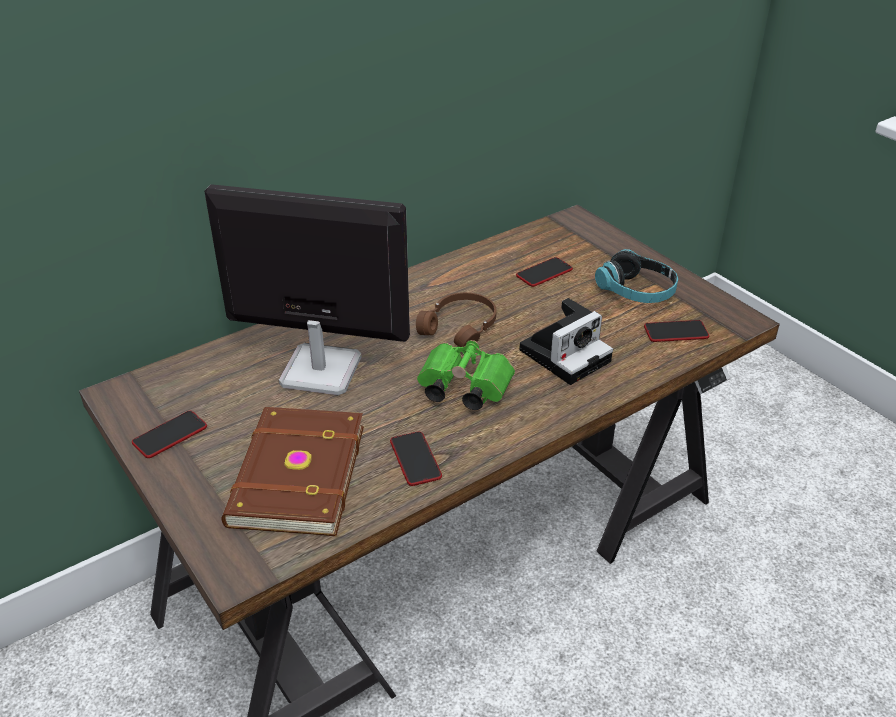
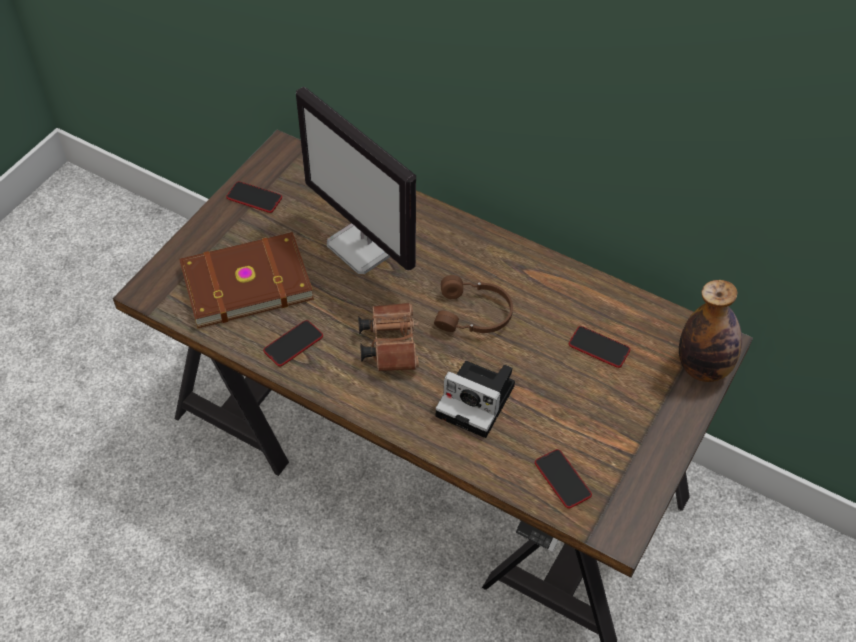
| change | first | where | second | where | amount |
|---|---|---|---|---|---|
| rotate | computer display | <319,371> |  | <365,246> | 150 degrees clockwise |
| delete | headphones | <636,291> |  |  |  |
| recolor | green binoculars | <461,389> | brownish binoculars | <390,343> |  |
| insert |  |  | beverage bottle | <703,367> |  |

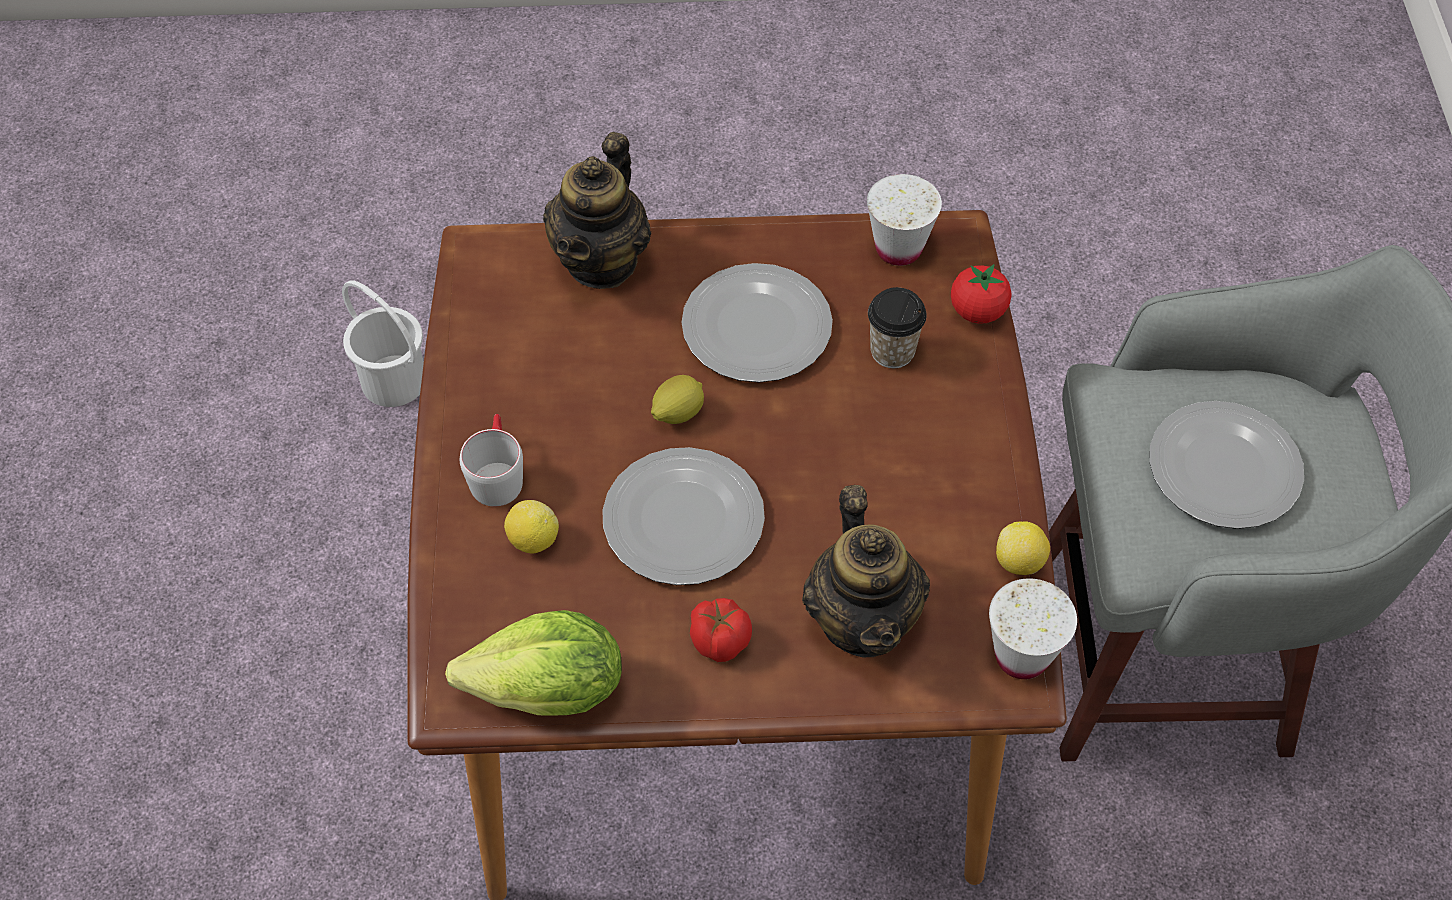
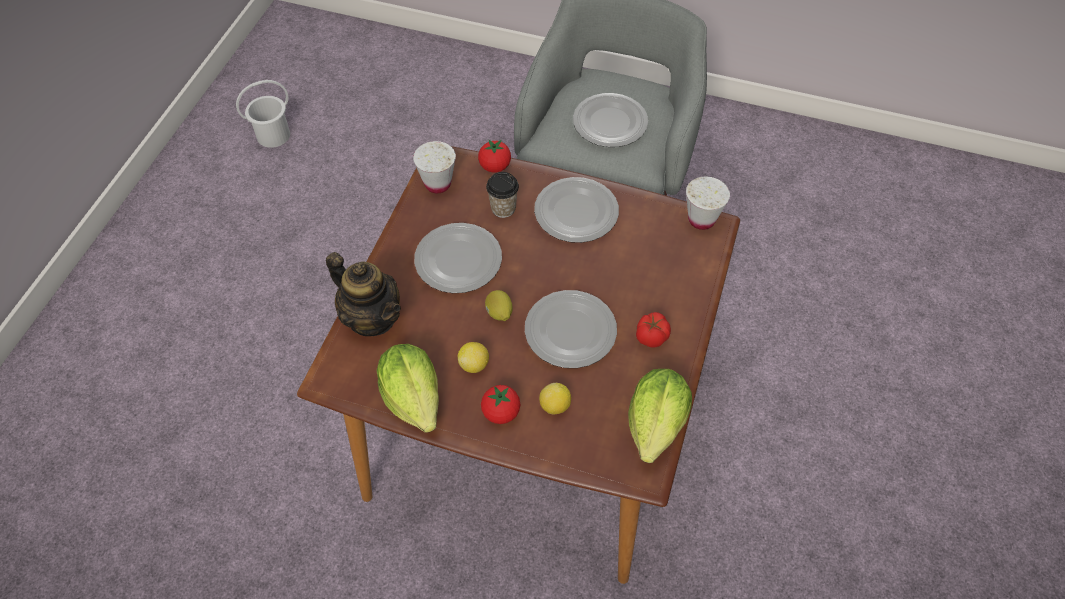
| change | first | where | second | where | amount |
|---|---|---|---|---|---|
| move | white bucket | <394,379> |  | <273,135> |  |
| replace | greyish tea mug | <497,473> | fresh tomato | <501,412> |  |
| delete | teapot | <863,620> |  |  |  |
| move | whole lemon | <1019,562> |  | <474,364> |  |
| insert |  |  | plate | <576,211> |  |
| insert |  |  | lettuce head | <413,398> |  |

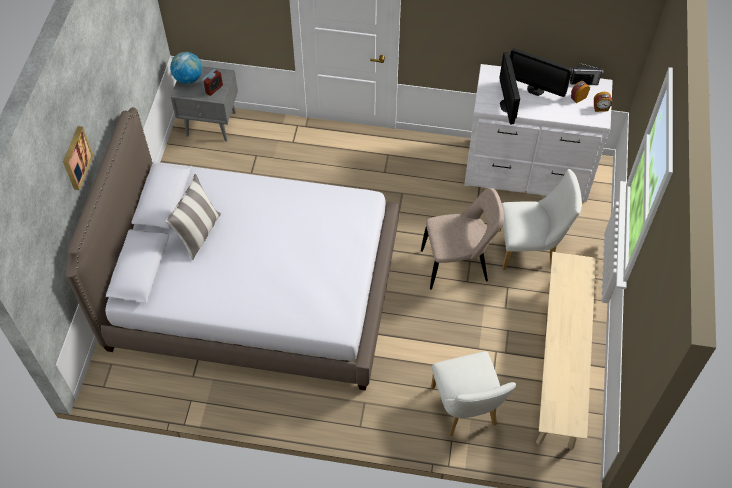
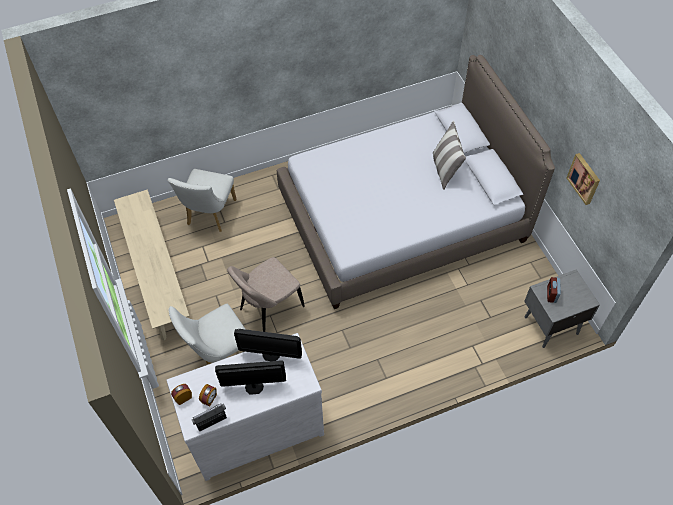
| change | first | where | second | where | amount |
|---|---|---|---|---|---|
| delete | desk globe | <188,78> |  |  |  |
| rotate | computer display | <507,105> |  | <271,354> | 135 degrees clockwise |
| move | wall picture | <75,158> |  | <584,178> |  |
| rotate | white chair | <466,410> |  | <209,215> | 120 degrees counterclockwise |

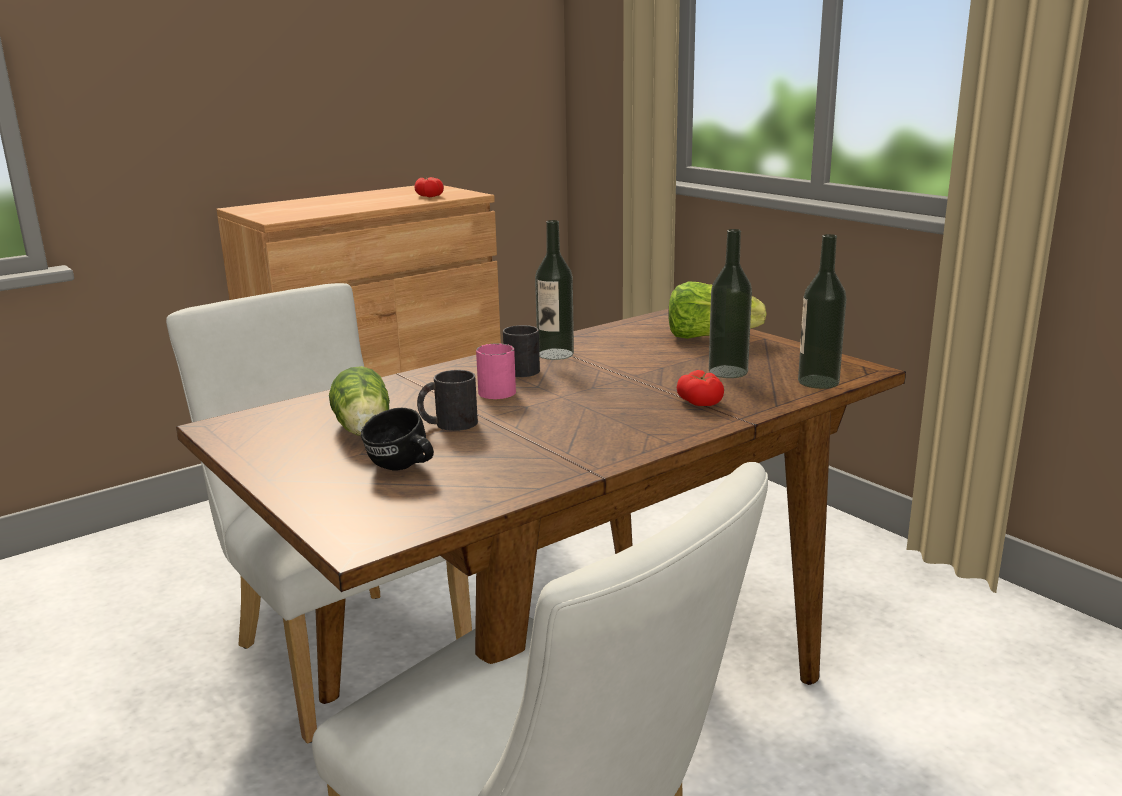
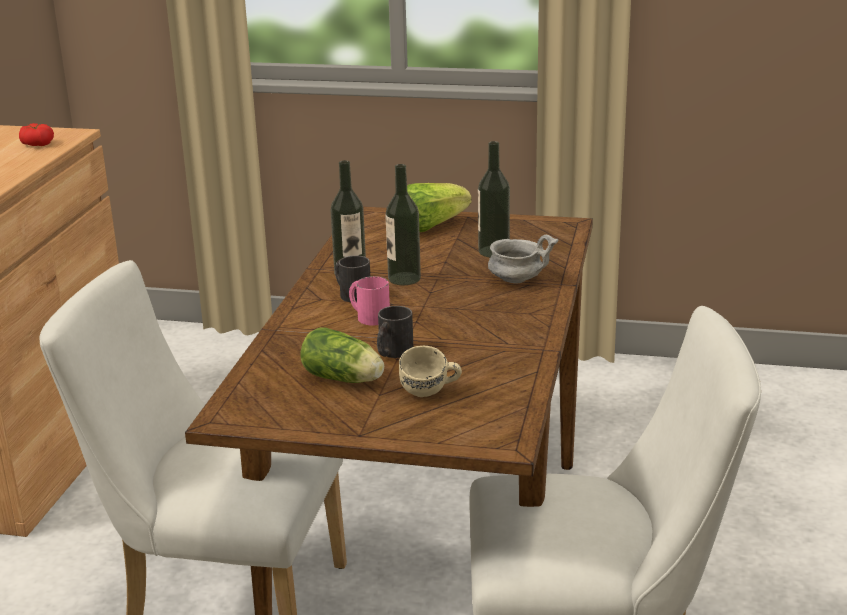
| change | first | where | second | where | amount |
|---|---|---|---|---|---|
| move | beverage bottle | <818,382> |  | <404,278> |  |
| replace | fresh tomato | <700,401> | greyish deep dish | <518,280> |  |
| recolor | blackish tea mug | <401,468> | beige tea mug | <430,393> |  |

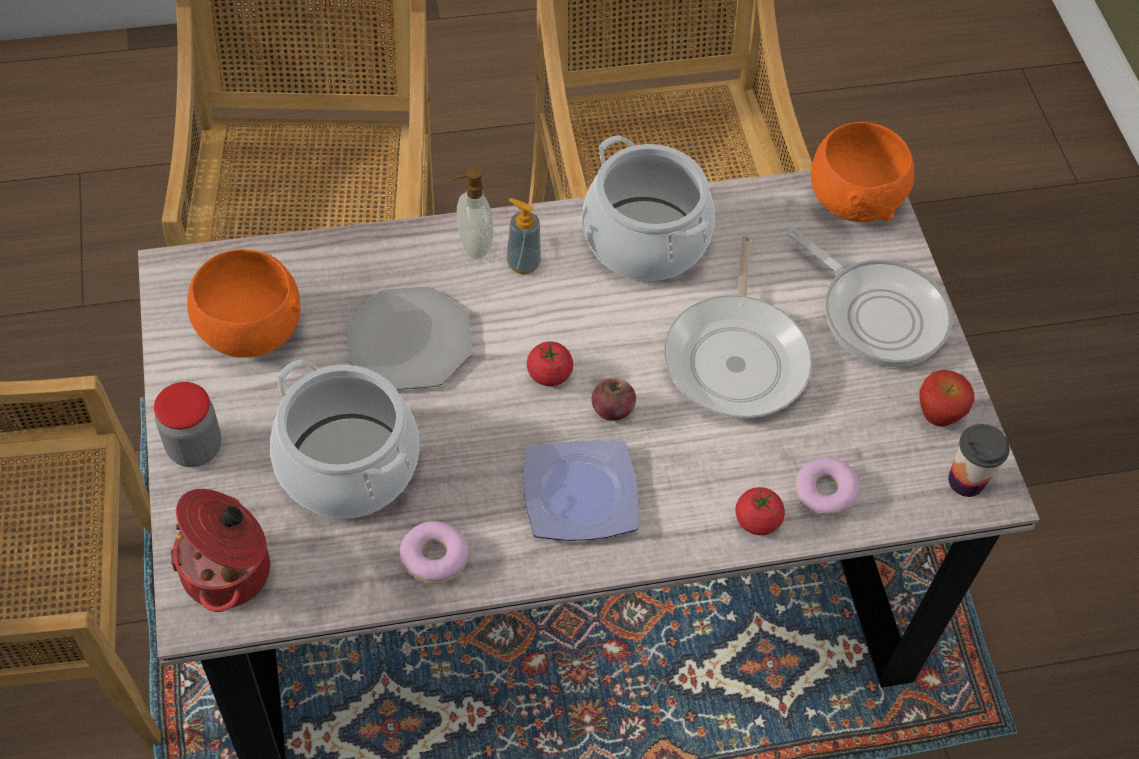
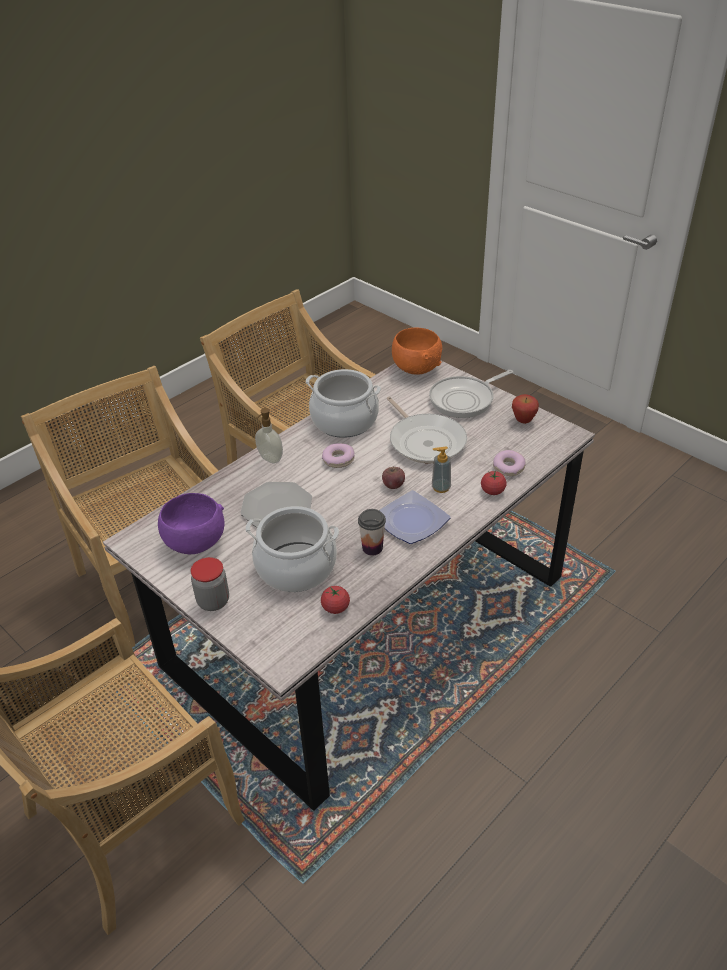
| change | first | where | second | where | amount |
|---|---|---|---|---|---|
| move | soap dispenser | <523,263> |  | <441,487> |  |
| rotate | pan | <877,313> |  | <465,400> | 135 degrees clockwise |
| recolor | orange deep dish | <248,331> | purple deep dish | <194,543> |  |
| move | fresh tomato | <549,374> |  | <335,607> |  |
| move | drinking cup | <966,481> |  | <372,548> |  |
| delete | cooking pot | <229,571> |  |  |  |
| move | ring doughnut | <435,557> |  | <338,459> |  |

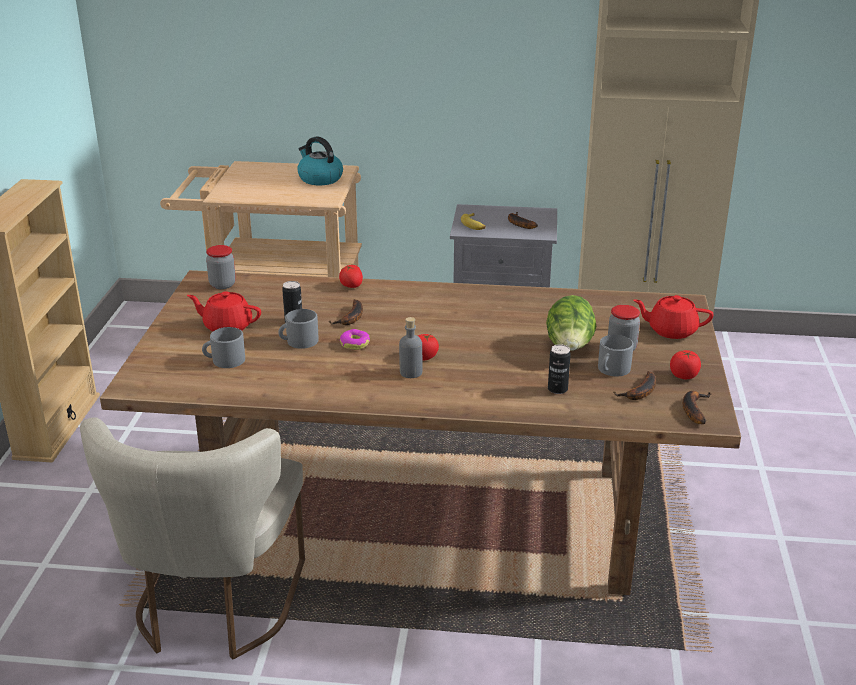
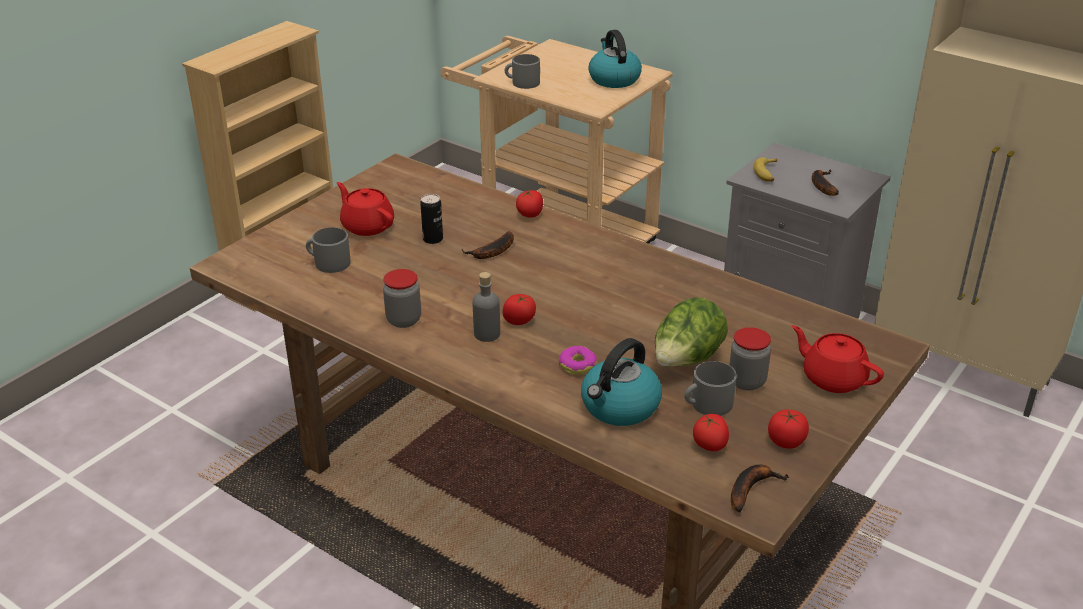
| change | first | where | second | where | amount |
|---|---|---|---|---|---|
| move | storage jar | <222,285> |  | <404,320> |  |
| move | greyish tea mug | <298,341> |  | <522,82> |  |
| move | ring doughnut | <355,344> |  | <577,365> |  |
| replace | can | <557,389> | tea kettle | <620,407> |  |
| replace | whole banana | <640,393> | fresh tomato | <710,445> |  |
| delete | beige chair | <213,609> |  |  |  |

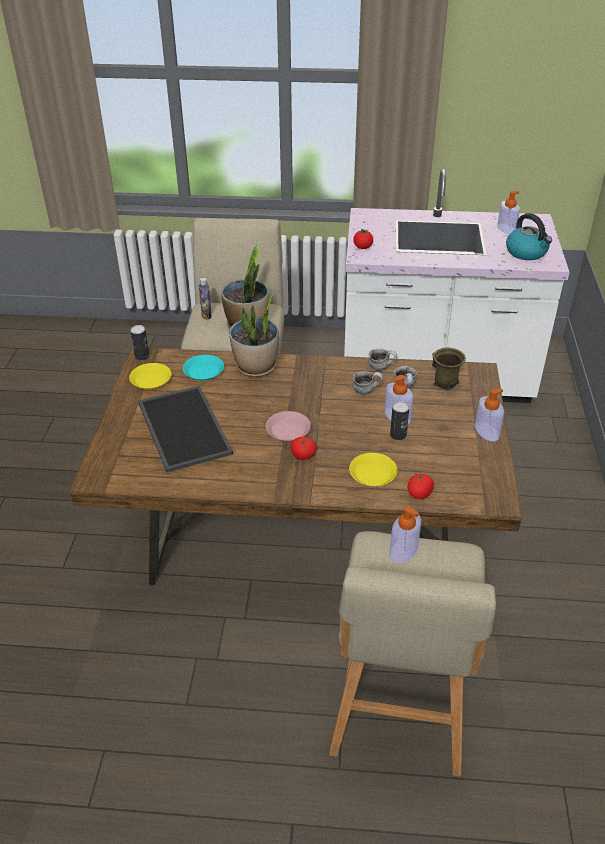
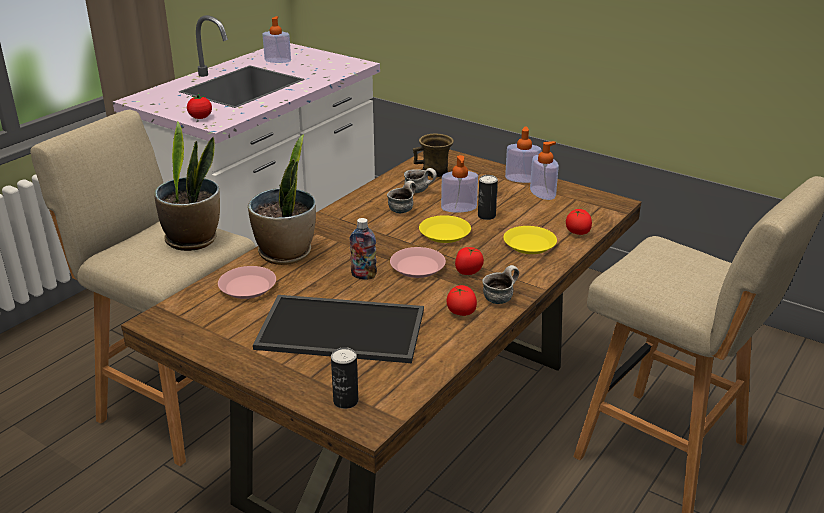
| change | first | where | second | where | amount |
|---|---|---|---|---|---|
| delete | tea kettle | <527,252> |  |  |  |
| move | beverage bottle | <206,315> |  | <363,275> |  |
| move | can | <142,356> |  | <345,401> |  |
| move | tea mug | <382,367> |  | <500,298> |  |
| recolor | turquoise plate | <203,371> | pinkish plate | <247,287> |  |
| move | yellow-coloured plate | <151,379> |  | <444,233> |  |
| move | soap dispenser | <403,550> |  | <542,193> |  |
| insert |  |  | fresh tomato | <461,312> |  |

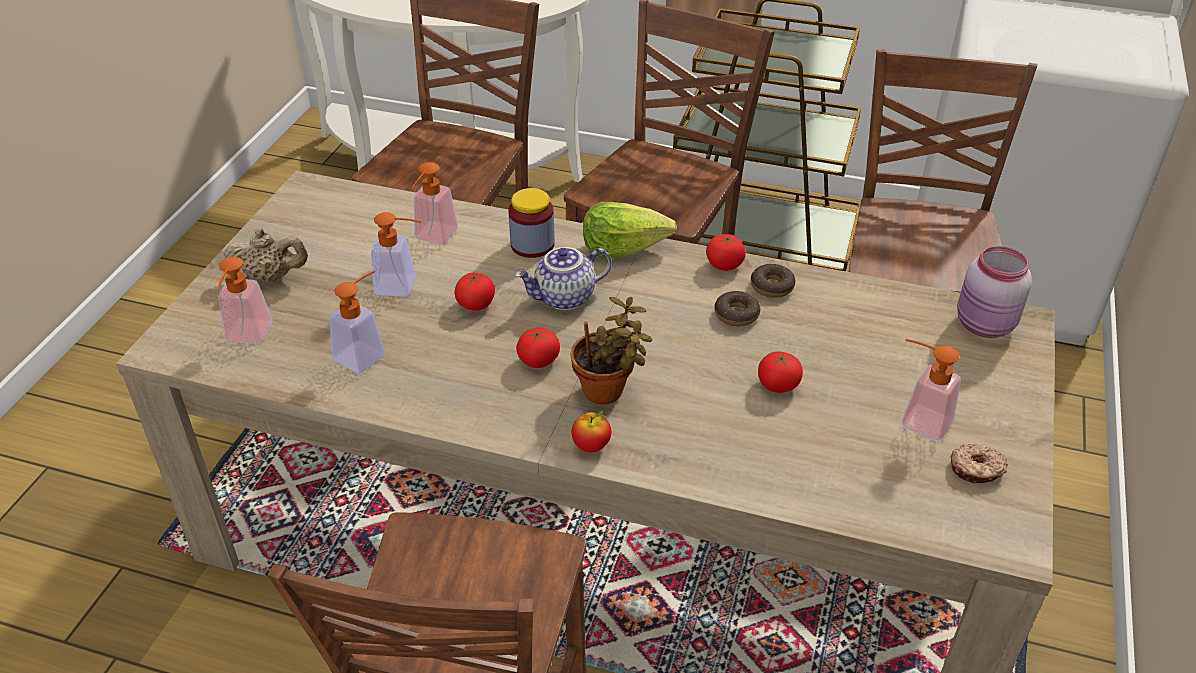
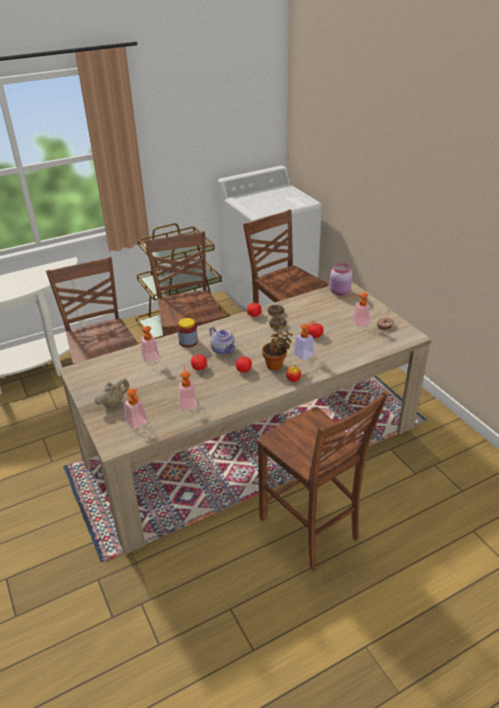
| change | first | where | second | where | amount |
|---|---|---|---|---|---|
| delete | lettuce head | <623,247> |  |  |  |
| move | soap dispenser | <403,286> |  | <306,353> |  |
| rotate | teapot | <565,298> |  | <223,350> | 60 degrees counterclockwise |

